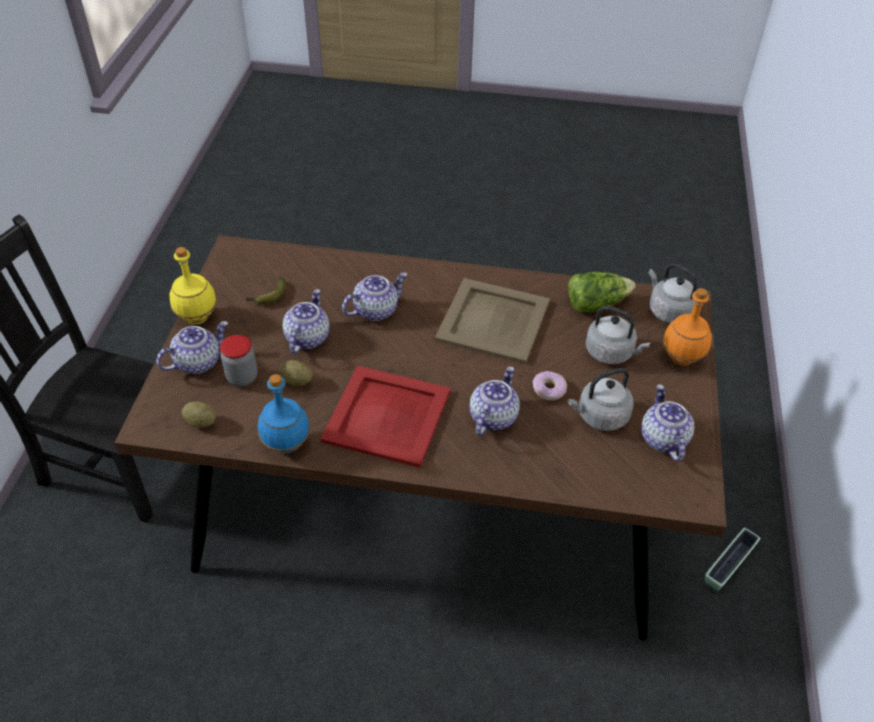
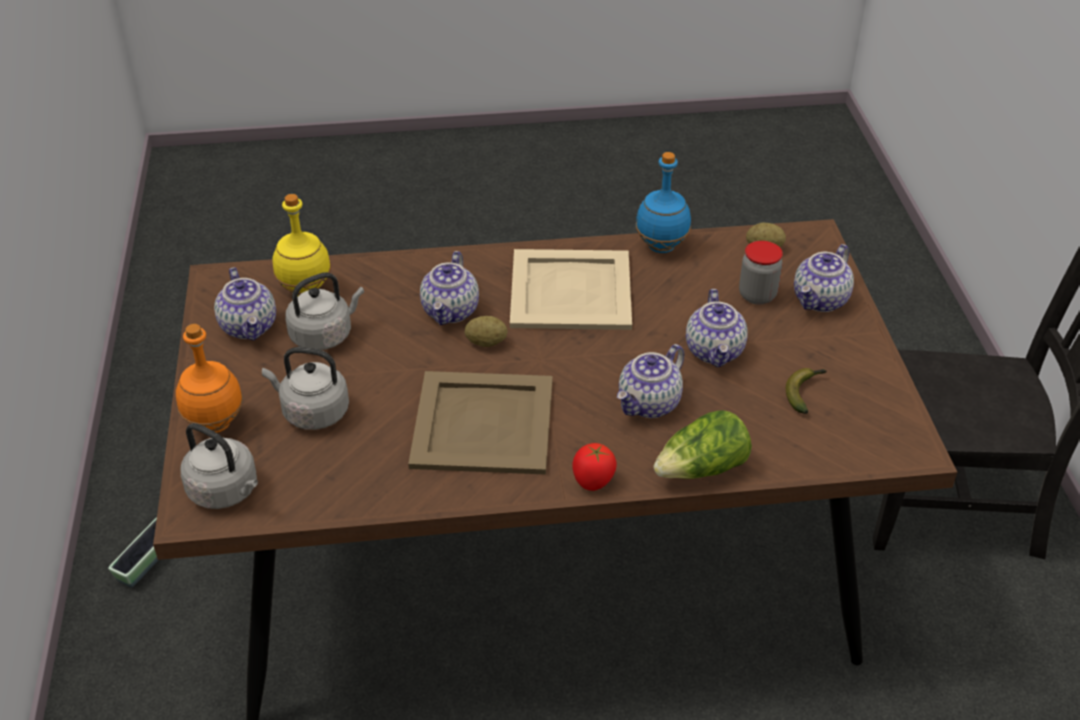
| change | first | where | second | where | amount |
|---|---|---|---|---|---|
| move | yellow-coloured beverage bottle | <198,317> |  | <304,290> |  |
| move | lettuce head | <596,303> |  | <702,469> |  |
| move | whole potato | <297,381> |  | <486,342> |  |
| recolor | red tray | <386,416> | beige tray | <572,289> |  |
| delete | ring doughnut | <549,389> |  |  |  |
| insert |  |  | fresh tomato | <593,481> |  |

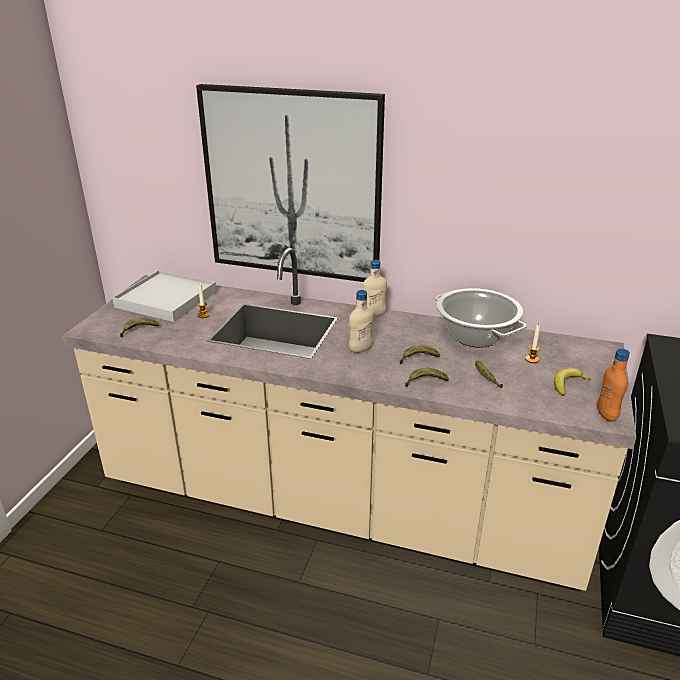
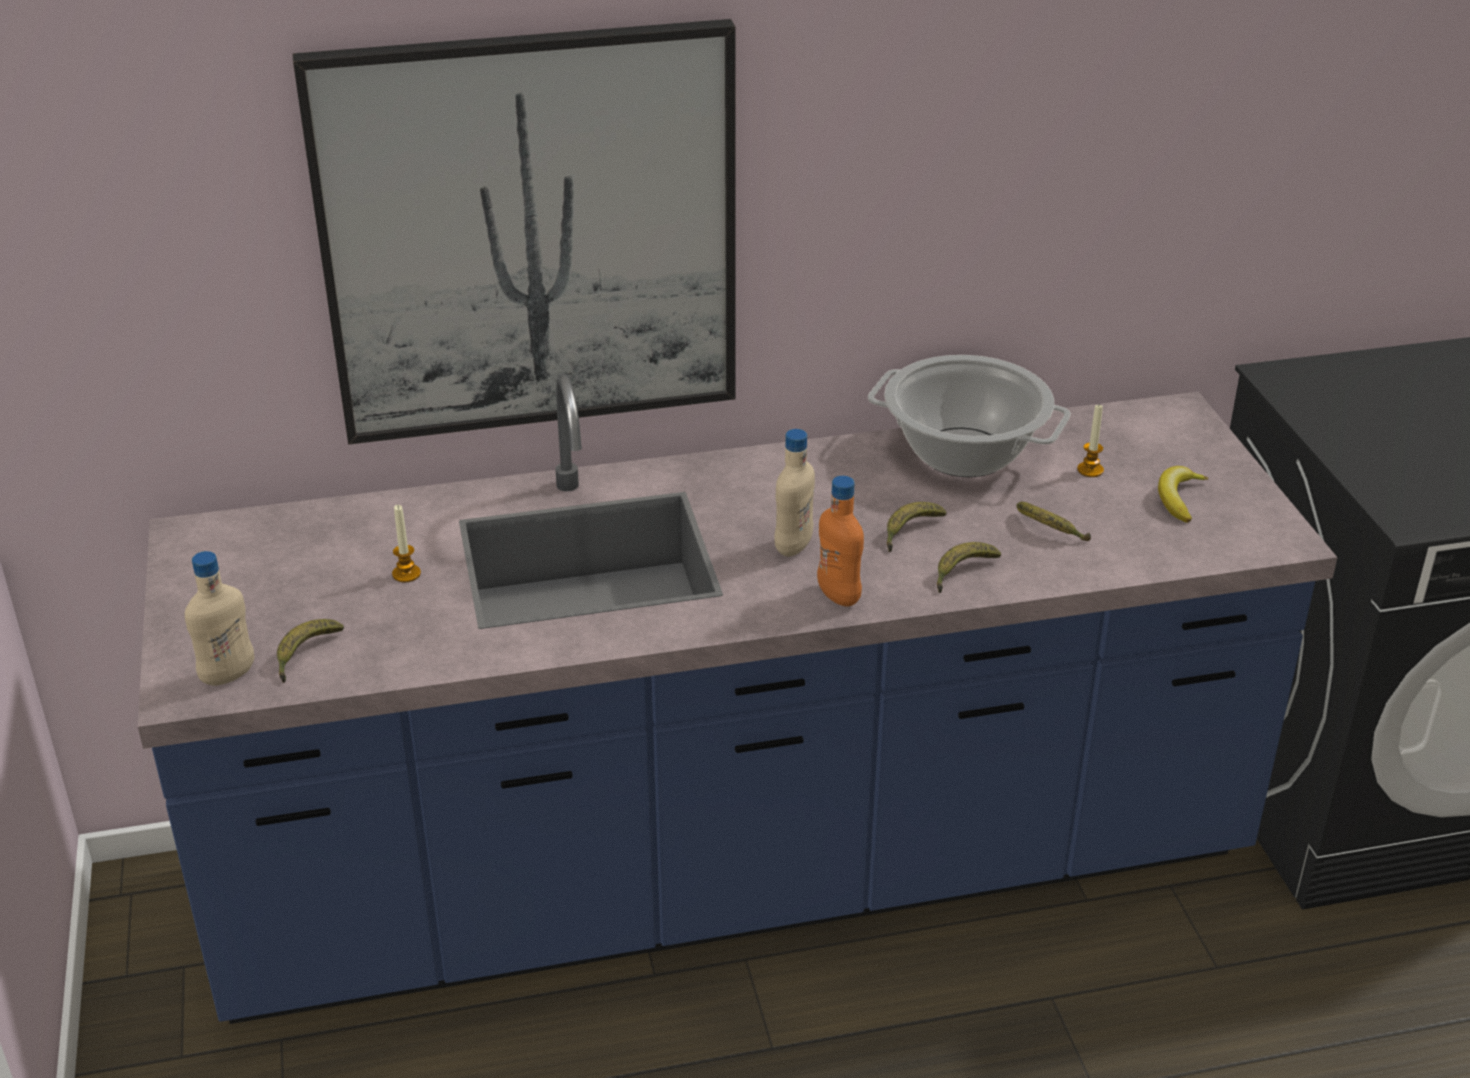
| change | first | where | second | where | amount |
|---|---|---|---|---|---|
| recolor | beige kitchen counter | <340,503> | blue kitchen counter | <735,874> |  |
| move | beige beverage bottle | <373,315> |  | <228,675> |  |
| delete | white tray | <166,299> |  |  |  |
| move | orange beverage bottle | <606,415> |  | <838,595> |  |

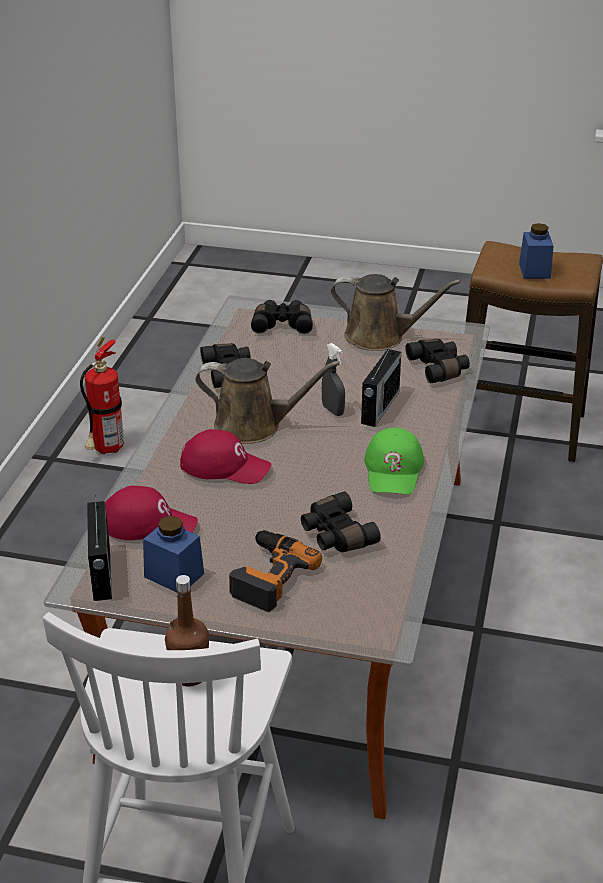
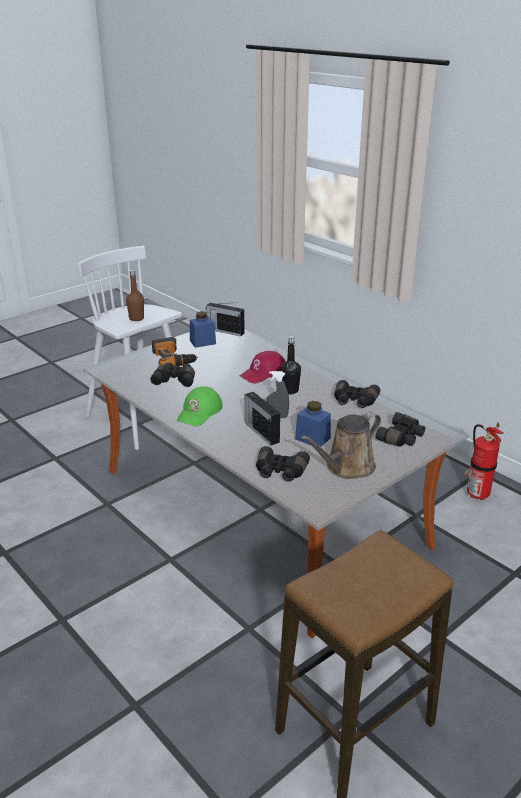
| change | first | where | second | where | amount |
|---|---|---|---|---|---|
| move | blue storage jar | <534,270> |  | <312,438> |  |
| replace | brownish sprinkling can | <254,426> | blackish beverage bottle | <290,390> |  |
| rotate | green baseball cap | <394,470> |  | <199,412> | 105 degrees counterclockwise |
| delete | red baseball cap | <148,524> |  |  |  |

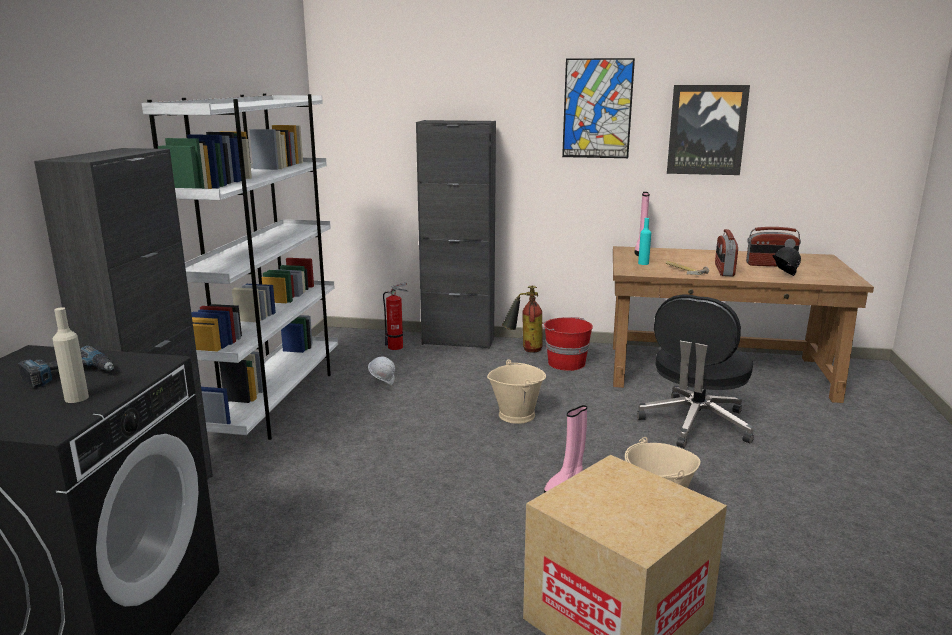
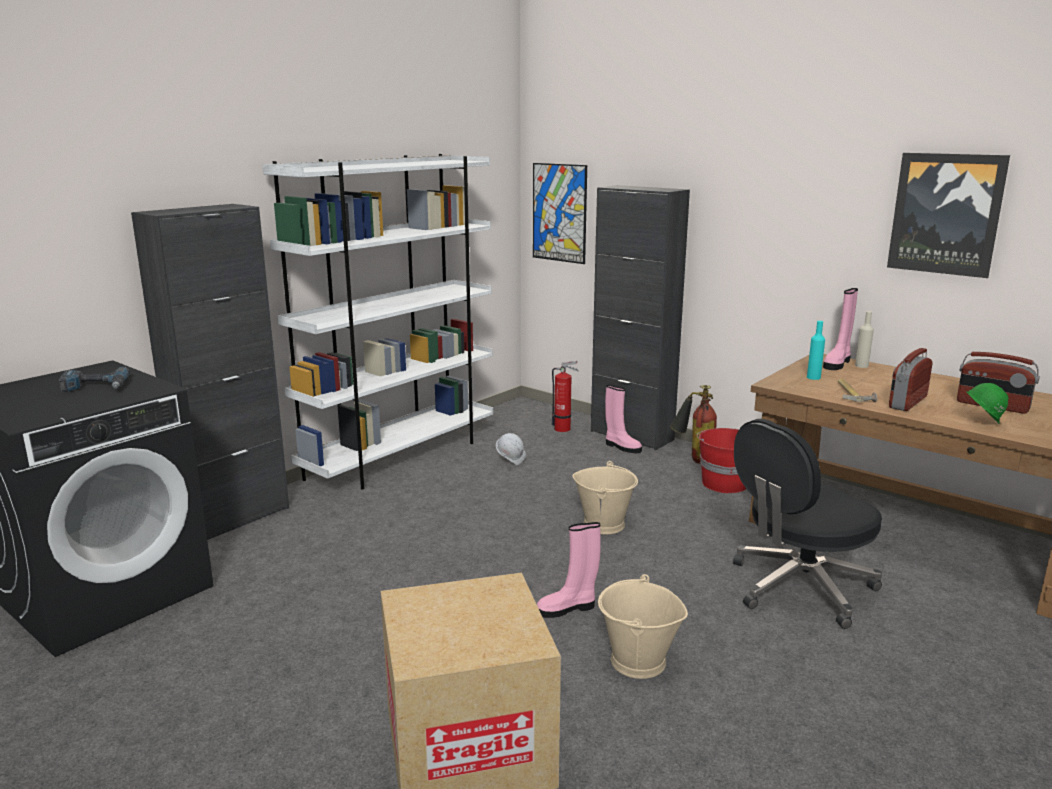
| change | first | where | second | where | amount |
|---|---|---|---|---|---|
| move | wall picture | <597,109> |  | <559,213> |  |
| recolor | blackish hard hat | <783,276> | green hard hat | <981,423> |  |
| move | beige beverage bottle | <76,398> |  | <861,366> |  |
| insert |  |  | pinkish boot | <622,447> |  |

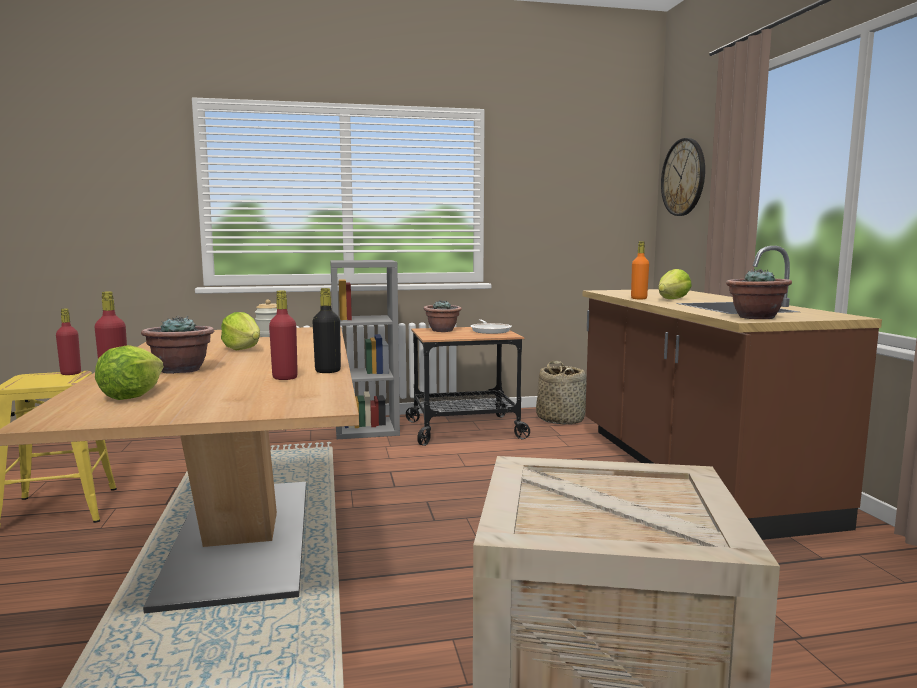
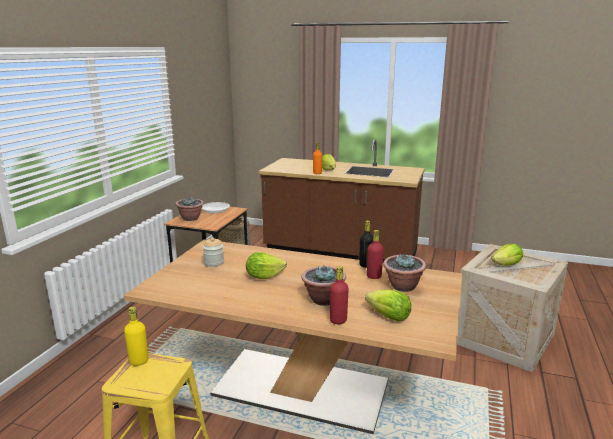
| change | first | where | second | where | amount |
|---|---|---|---|---|---|
| delete | hanging clock | <683,177> |  |  |  |
| delete | greyish bookshelf | <367,429> |  |  |  |
| move | potted plant | <755,317> |  | <403,287> |  |
| recolor | red beverage bottle | <71,373> | yellow-coloured beverage bottle | <139,361> |  |
| insert |  |  | lettuce head | <507,265> |  |

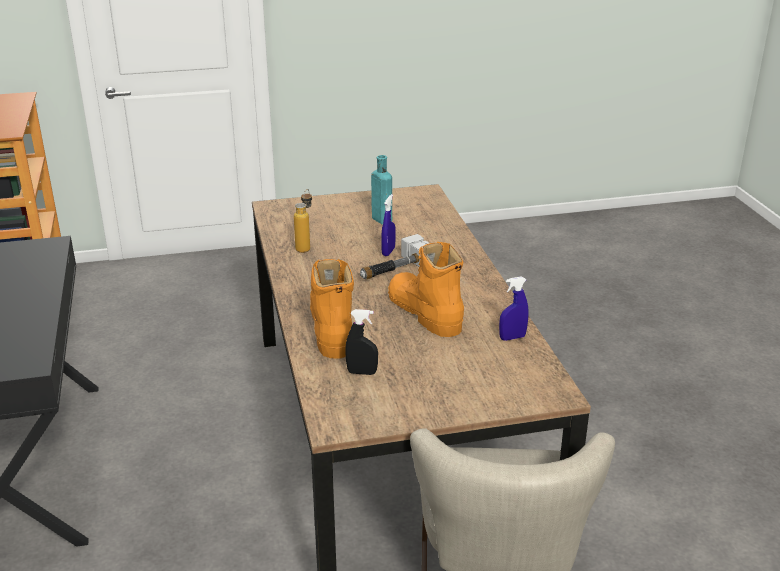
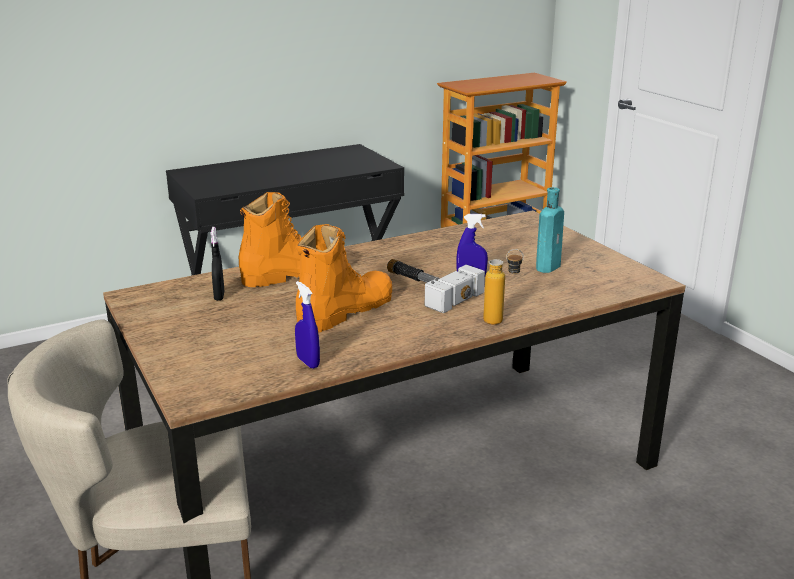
| change | first | where | second | where | amount |
|---|---|---|---|---|---|
| move | beverage bottle | <305,247> |  | <501,321> |  |

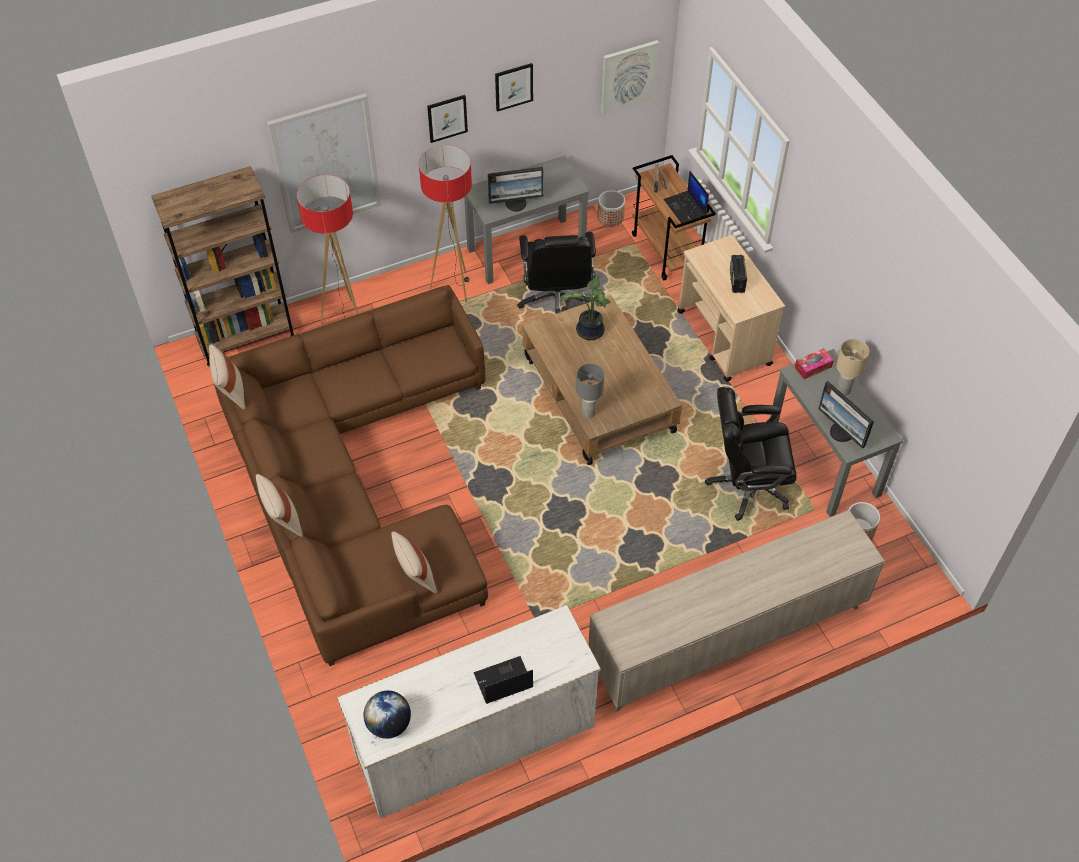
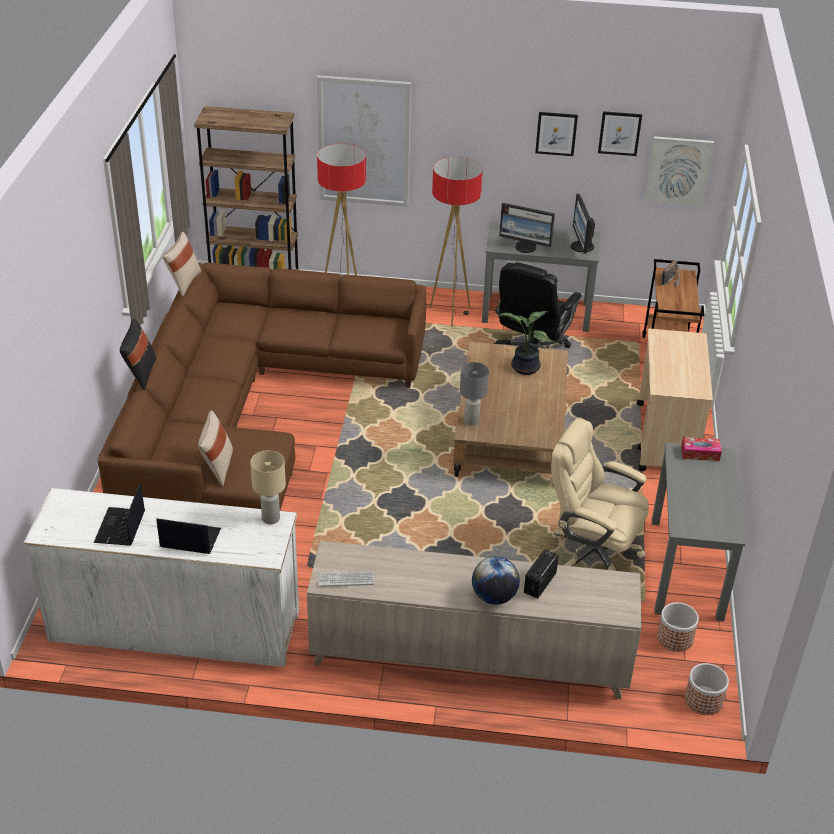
| change | first | where | second | where | amount |
|---|---|---|---|---|---|
| move | wall picture | <447,118> |  | <619,133> |  |
| move | portable computer | <686,207> |  | <120,528> |  |
| move | flower pot | <610,217> |  | <703,700> |  |
| move | radio | <737,281> |  | <539,583> |  |
| move | beige lamp for a table | <842,390> |  | <270,518> |  |
| move | computer display | <842,432> |  | <581,247> |  |
| recolor | blackish office chair | <747,485> | beige office chair | <591,554> |  |
| recolor | beige throw pillow | <283,520> | blackish throw pillow | <140,374> |  |
| move | desk globe | <389,724> |  | <494,597> |  |
| insert |  |  | PC keyboard | <346,579> |  |

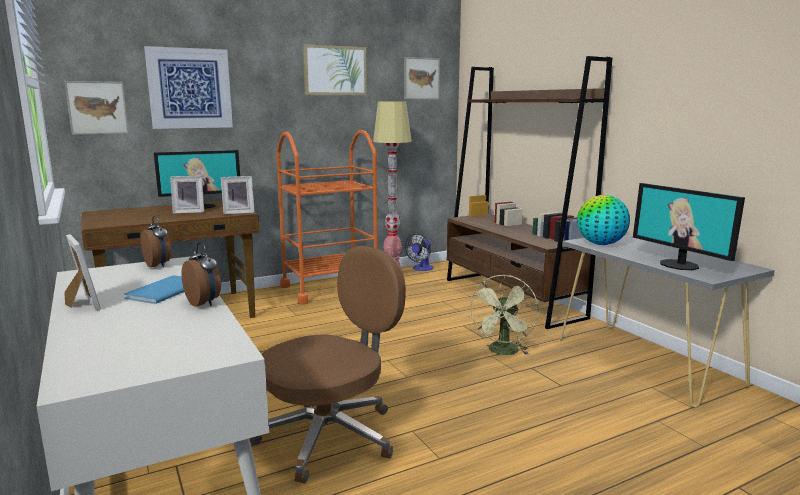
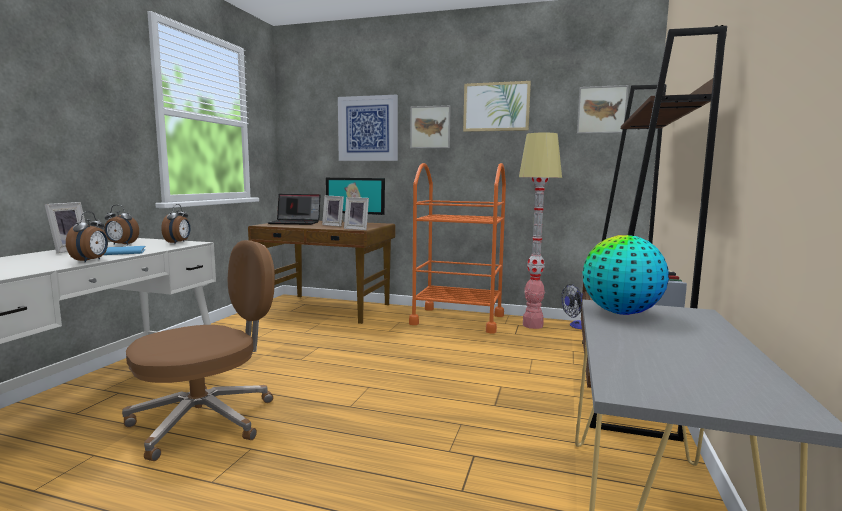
| change | first | where | second | where | amount |
|---|---|---|---|---|---|
| move | wall picture | <97,108> |  | <430,127> |  |
| delete | computer display | <679,265> |  |  |  |
| rotate | brownish office chair | <330,435> |  | <206,420> | 45 degrees counterclockwise |
| delete | green cooling fan | <503,352> |  |  |  |
| insert |  |  | portable computer | <296,223> |  |
| insert |  |  | bedside clock | <121,244> |  |

